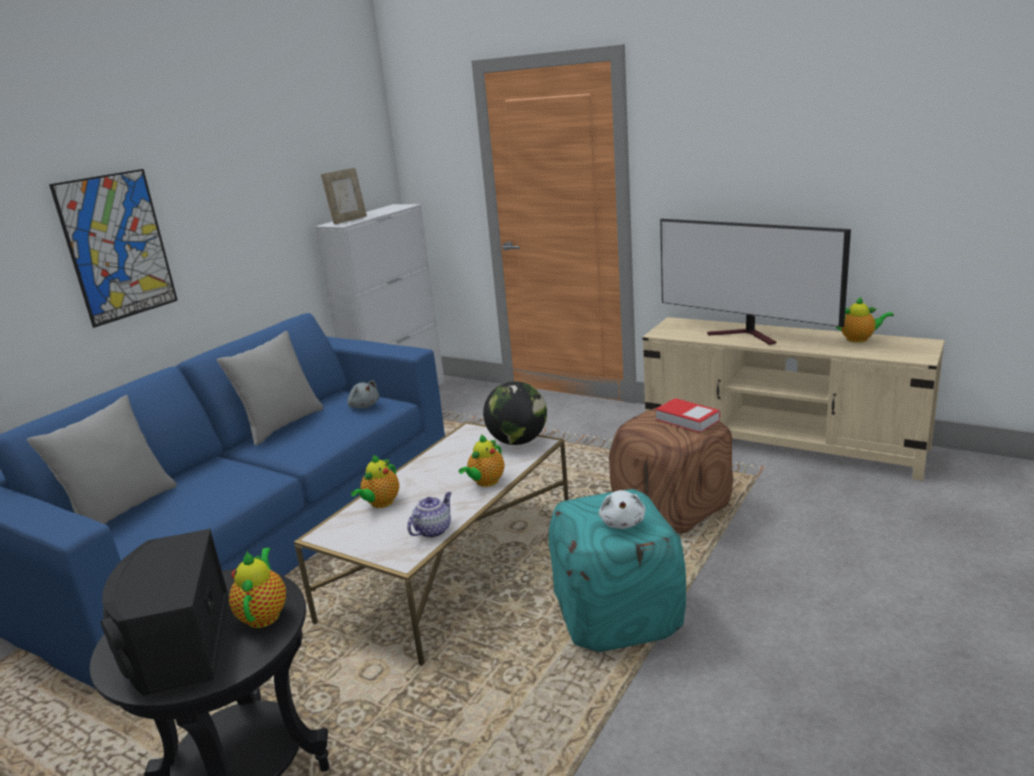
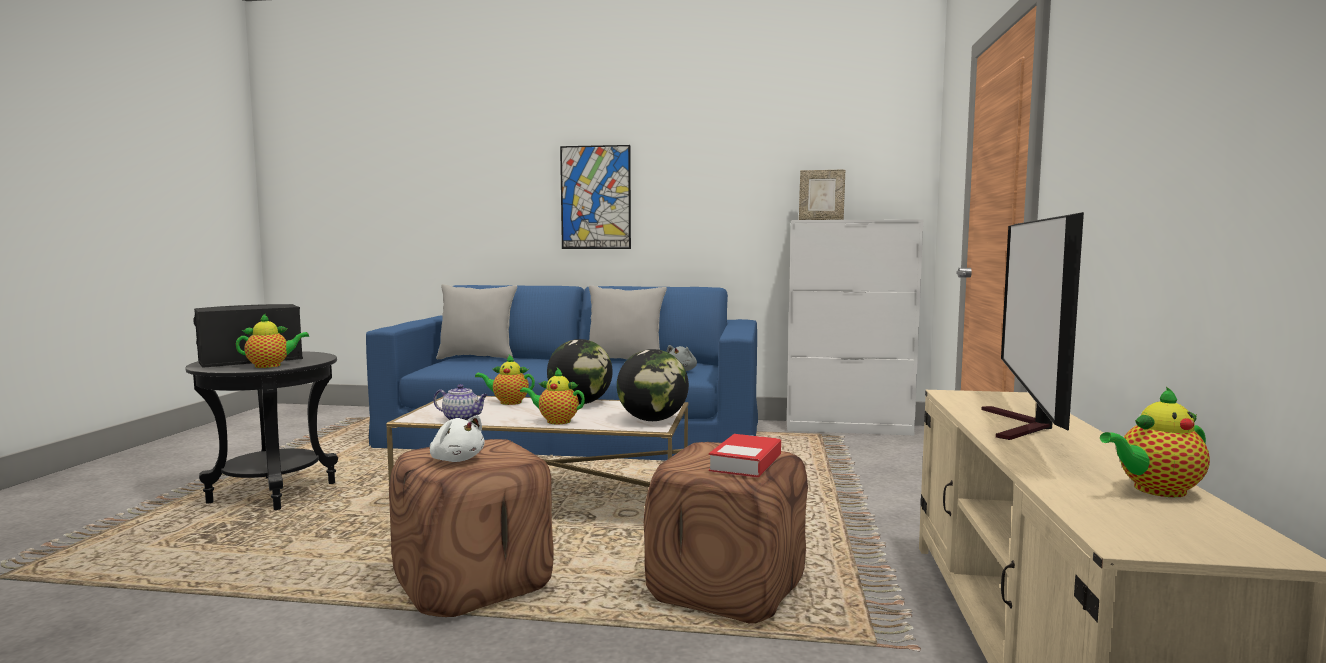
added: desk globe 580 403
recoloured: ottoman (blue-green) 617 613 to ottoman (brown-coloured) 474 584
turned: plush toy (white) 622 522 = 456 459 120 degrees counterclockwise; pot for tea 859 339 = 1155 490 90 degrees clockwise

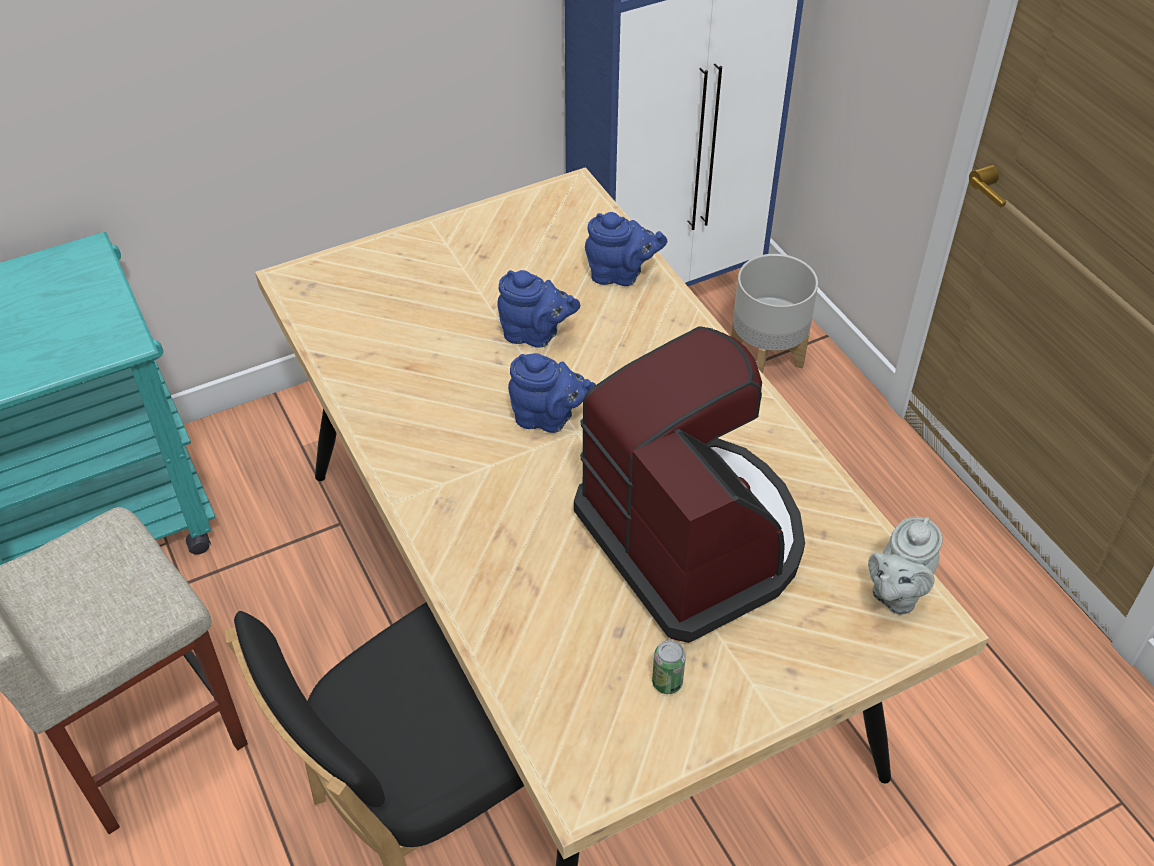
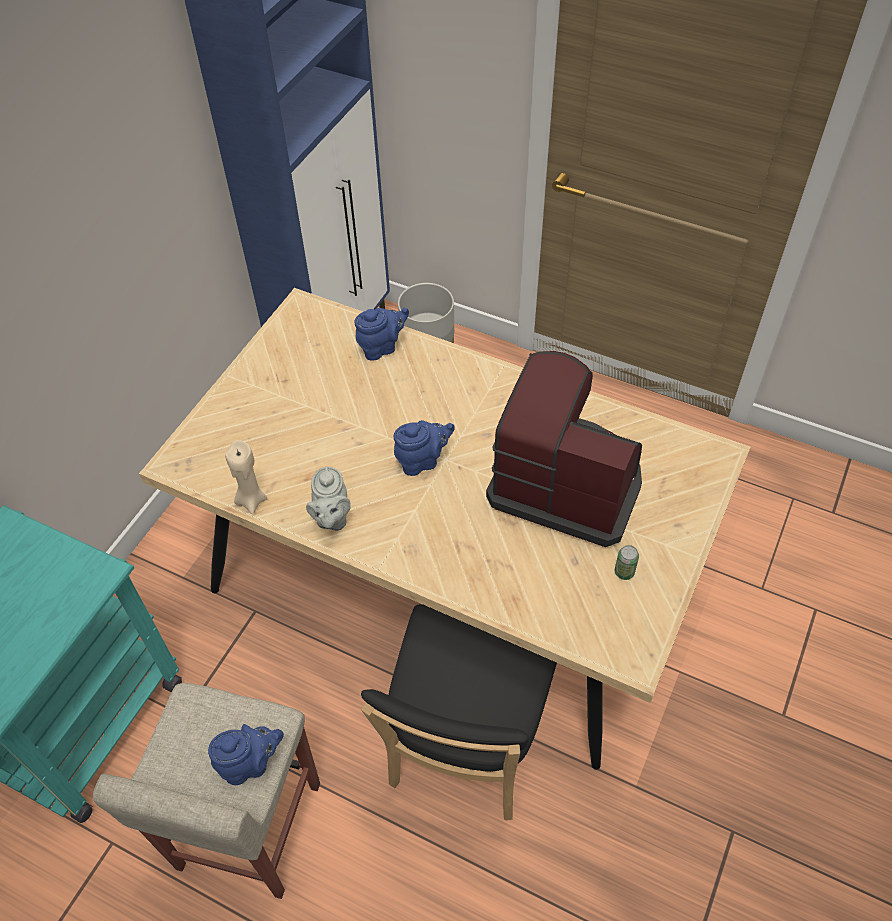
added: wax light (sand-coloured) 251 500
moved: pot for tea (blue) 535 335 to 250 764; pot for tea (gray) 896 593 to 331 518

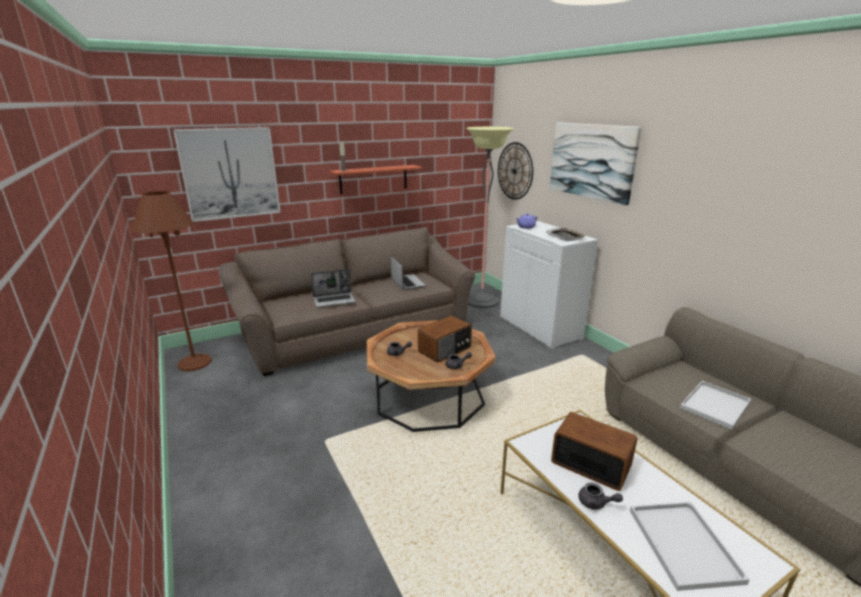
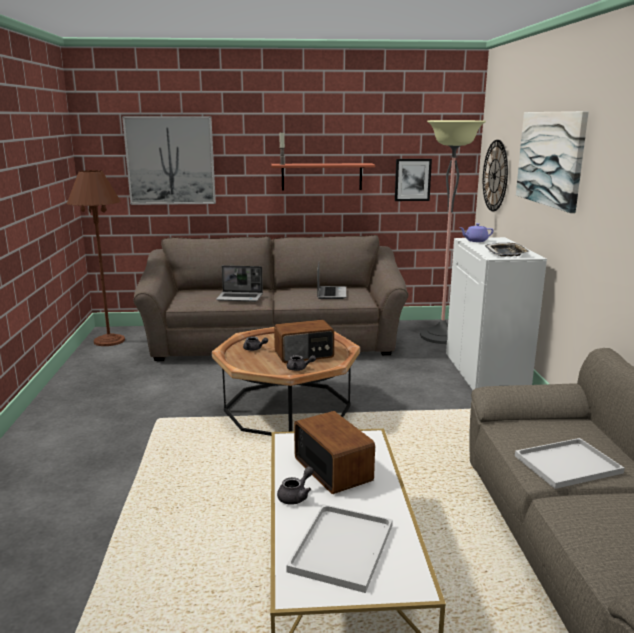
added: picture 412 179
turned: pot for tea (gray) 596 503 = 296 496 105 degrees counterclockwise

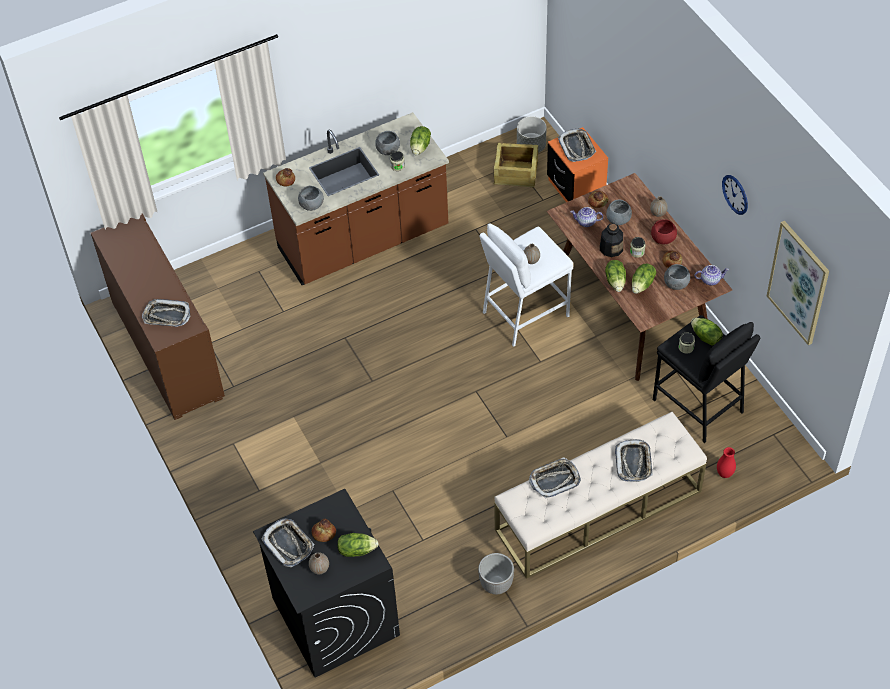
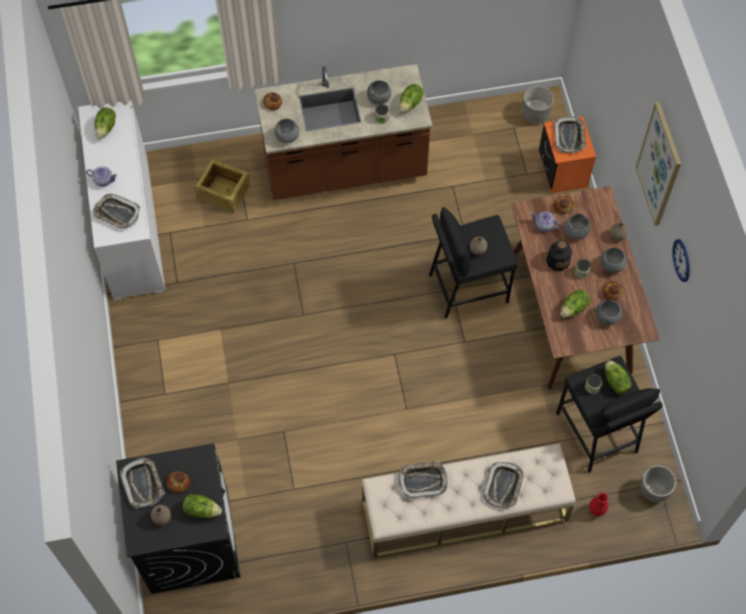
moved: planter 495 584 to 653 490; crate 516 173 to 224 193; lettuce head 616 281 to 106 128; pot for tea 710 279 to 104 180; picture 799 282 to 659 165
recoloured: storage cabinet (brown-coloured) 167 349 to storage cabinet (white) 131 227; stool seat (white) 524 313 to stool seat (black-coloured) 467 287; bowl (reddish) 663 239 to bowl (gray) 611 265

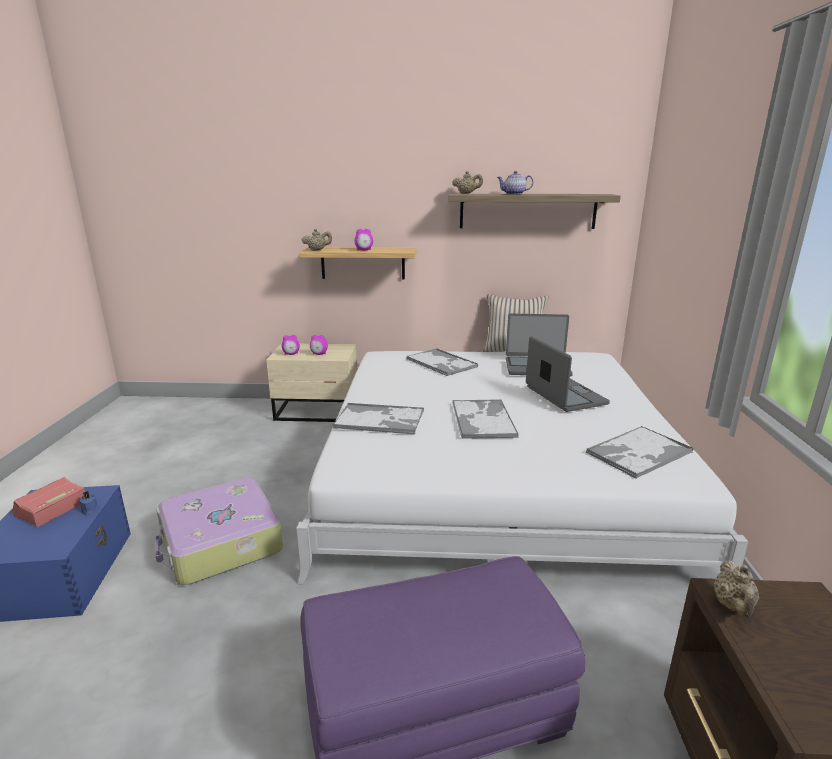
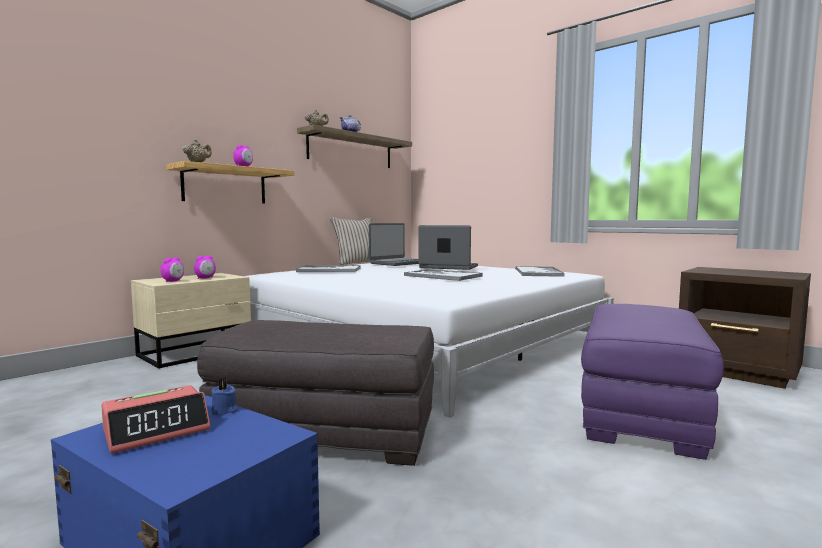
removed: tray 380 419; pot for tea (sand-coloured) 733 606
replaced: travel case 220 543 to ottoman (gray) 328 433
turned: alarm clock 51 508 = 157 430 105 degrees counterclockwise

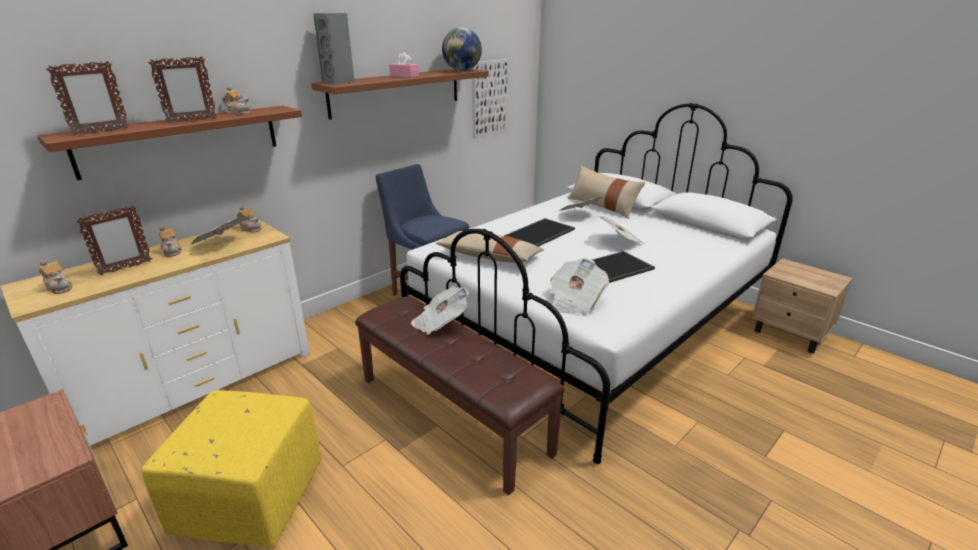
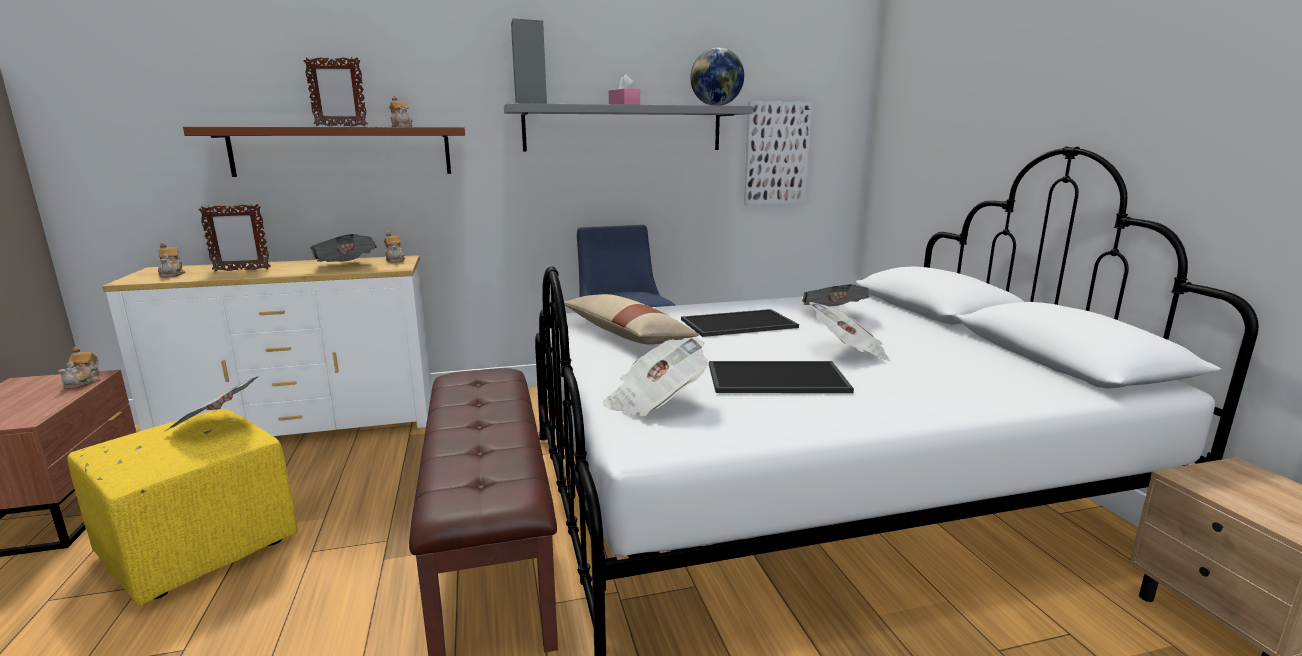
removed: photo frame 101 132; throw pillow (sand-coloured) 602 206
moved: pot for tea 172 251 to 84 382; daily paper 440 323 to 217 424
recoloured: shelf (brown-coloured) 397 92 to shelf (gray) 624 128

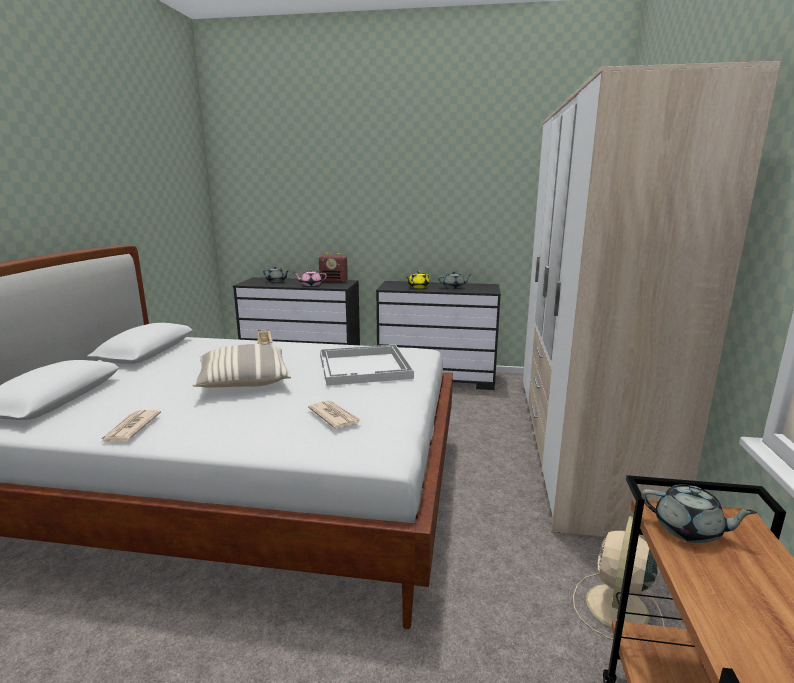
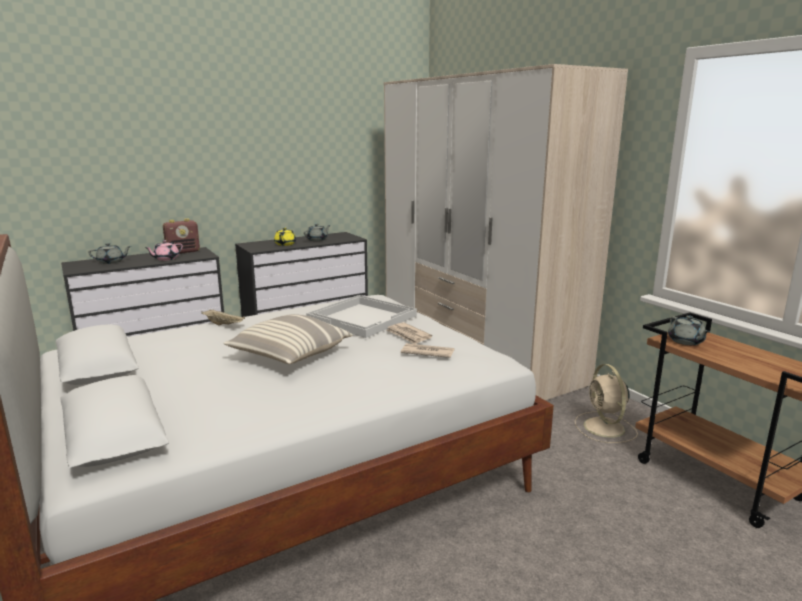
moved: daily paper 130 428 to 408 335
turned: pot for tea (gray) 689 530 = 686 341 90 degrees clockwise

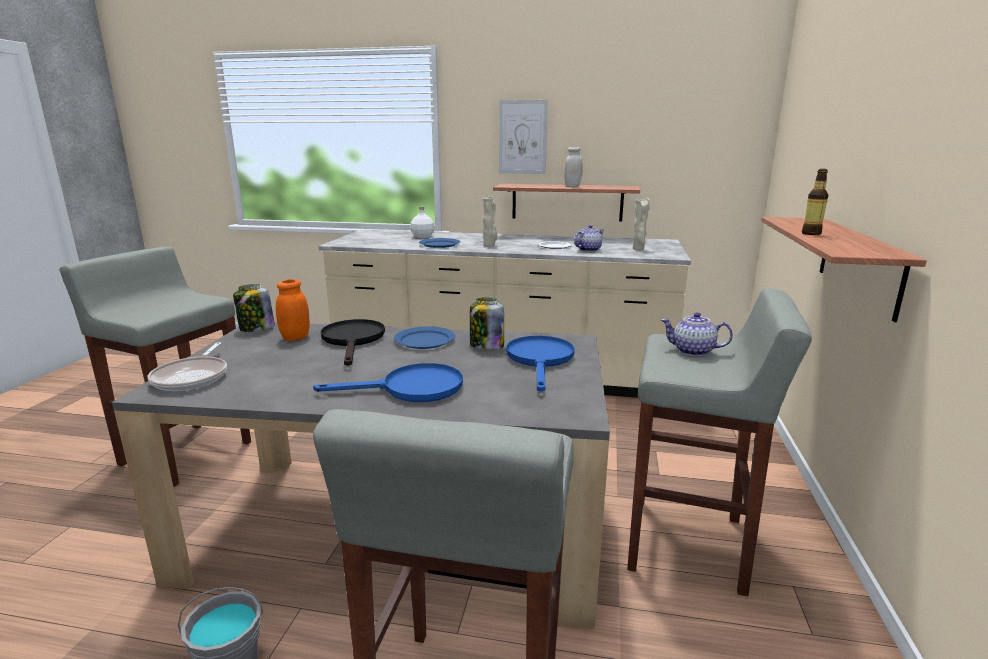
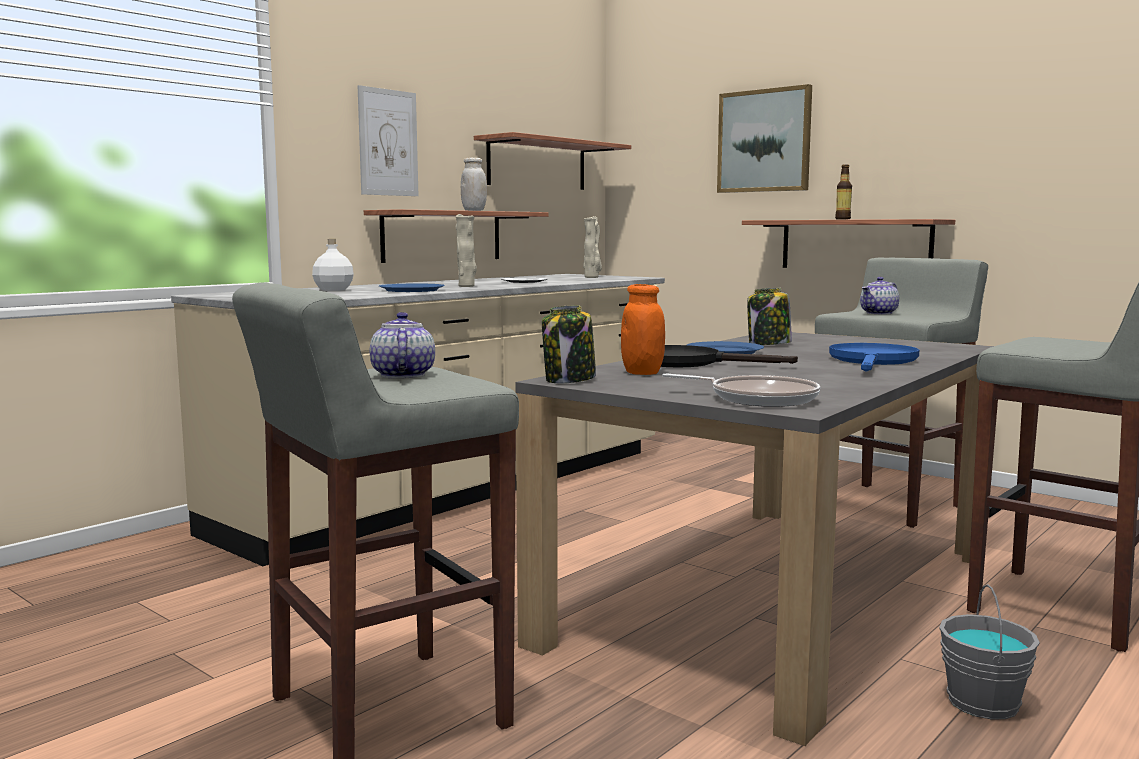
removed: skillet (blue) 540 360
added: shelf 537 164; picture 764 141
moved: pot for tea 588 250 to 402 375

